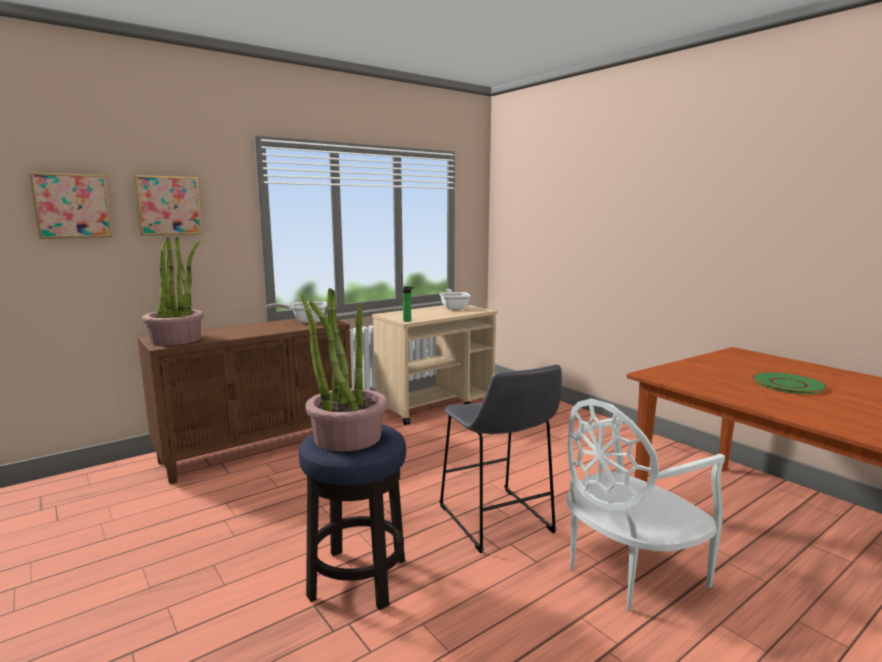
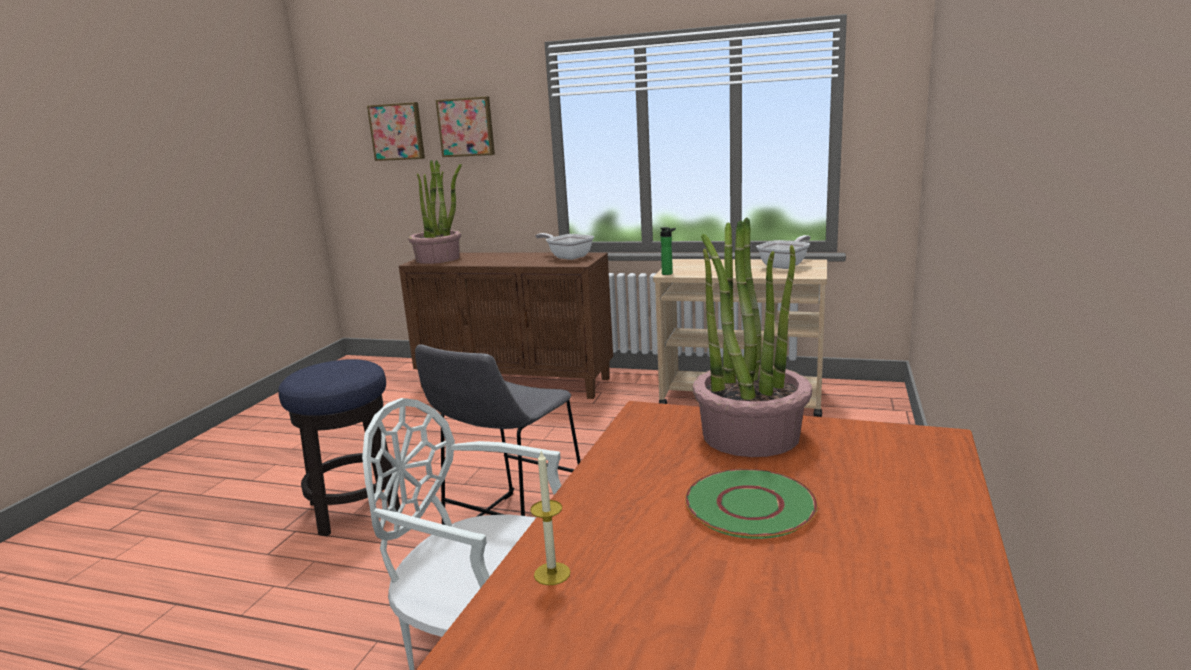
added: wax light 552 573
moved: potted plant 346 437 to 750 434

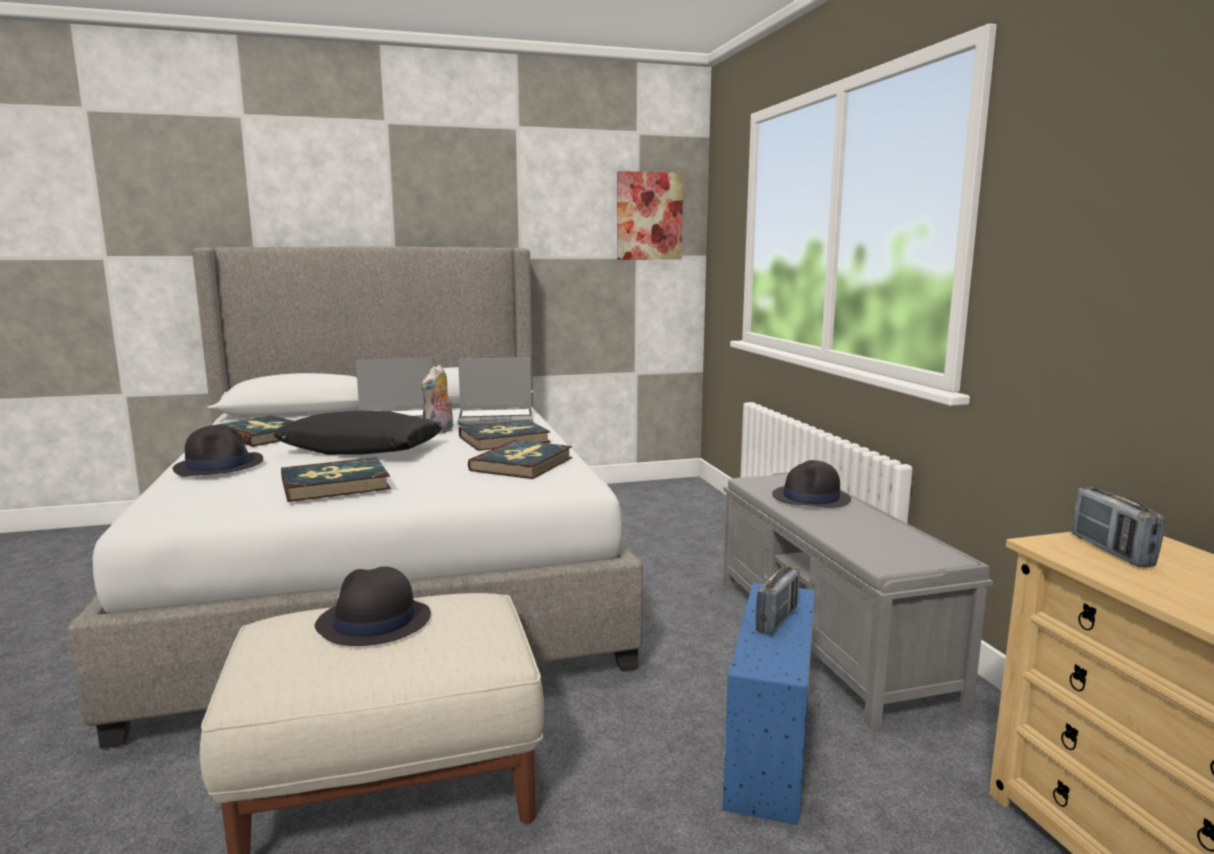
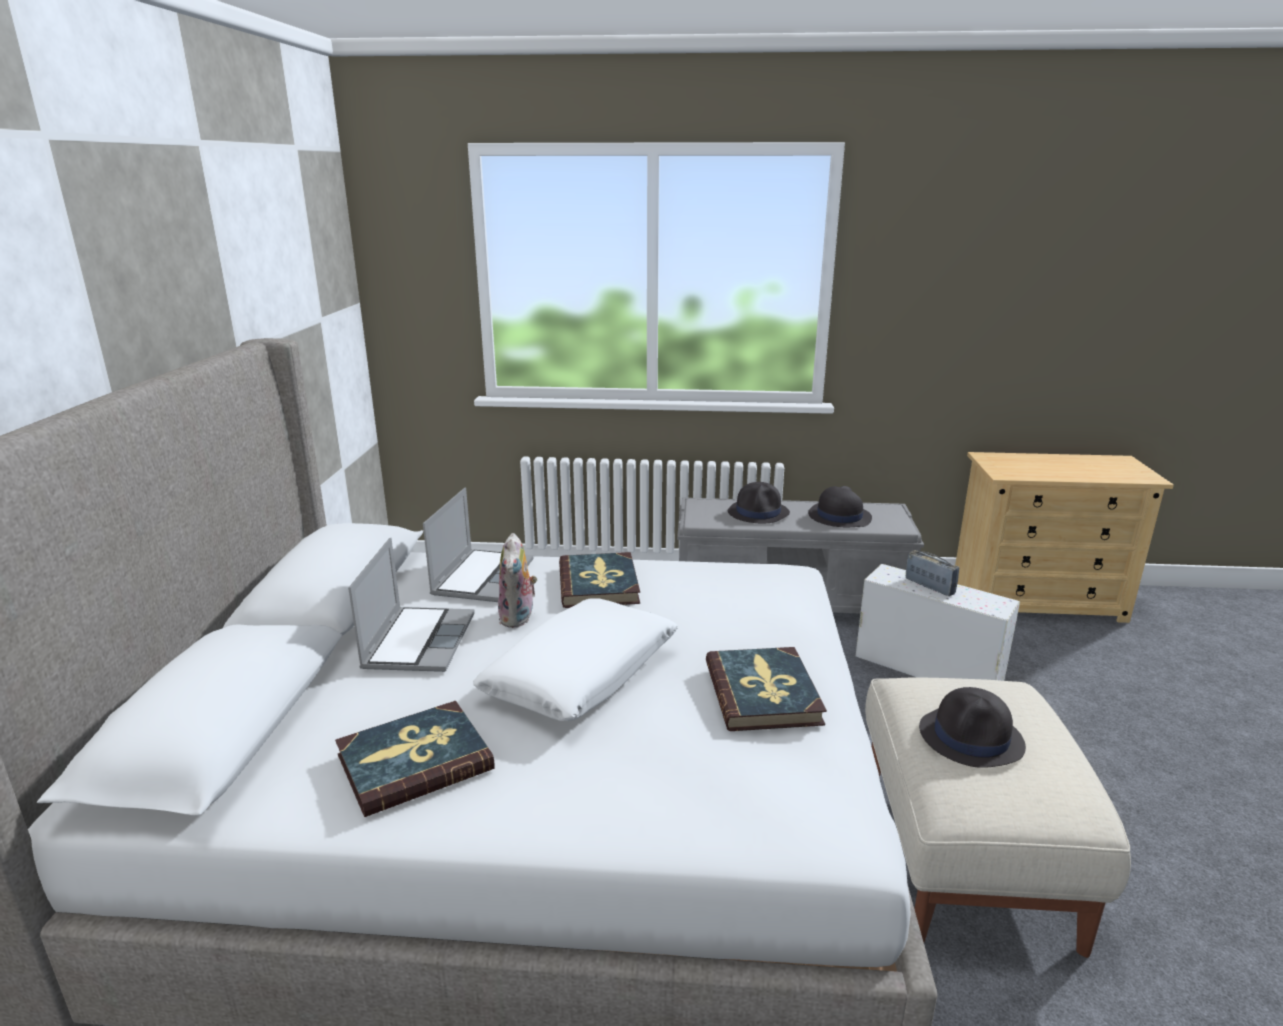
removed: book 522 464; picture 649 216; radio receiver 1111 551
moved: wearable hat (black-coloured) 219 465 to 839 516
recoloured: throw pillow (black-coloured) 361 449 to throw pillow (white) 582 674; storage container (blue) 769 747 to storage container (white) 925 668
turned: plush toy 439 432 = 519 618 45 degrees clockwise

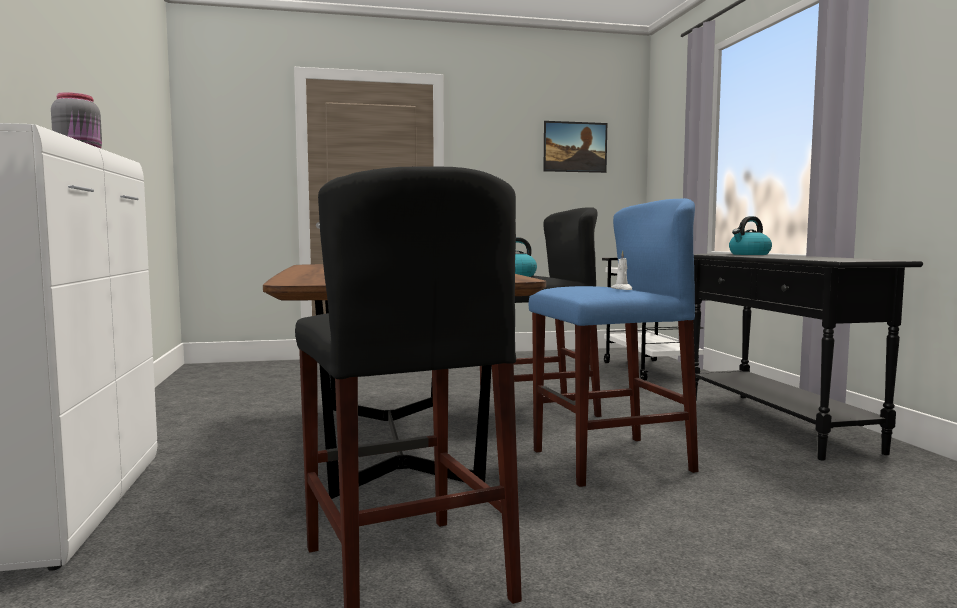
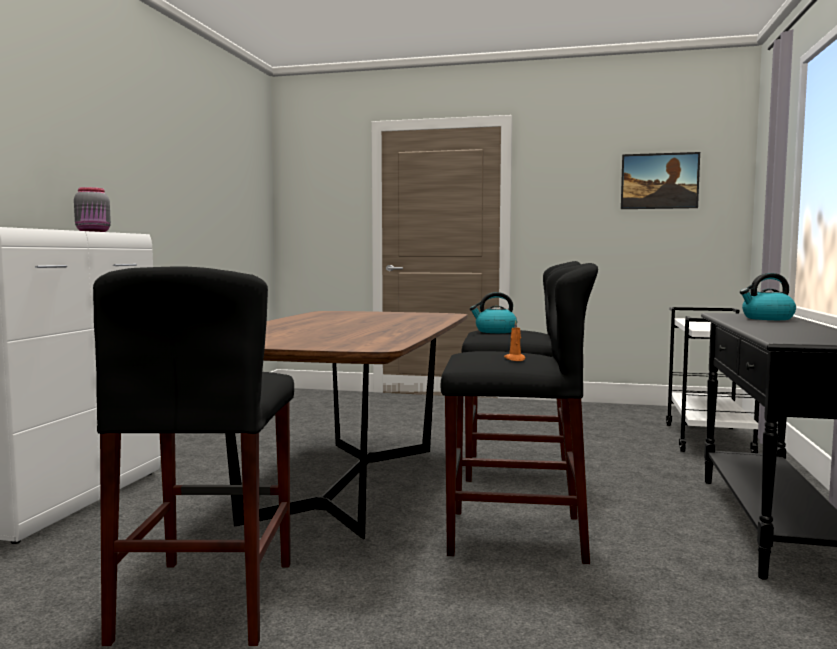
recoloured: stool seat (blue) 610 460 to stool seat (black-coloured) 515 535; wax light (white) 622 289 to wax light (orange) 515 359

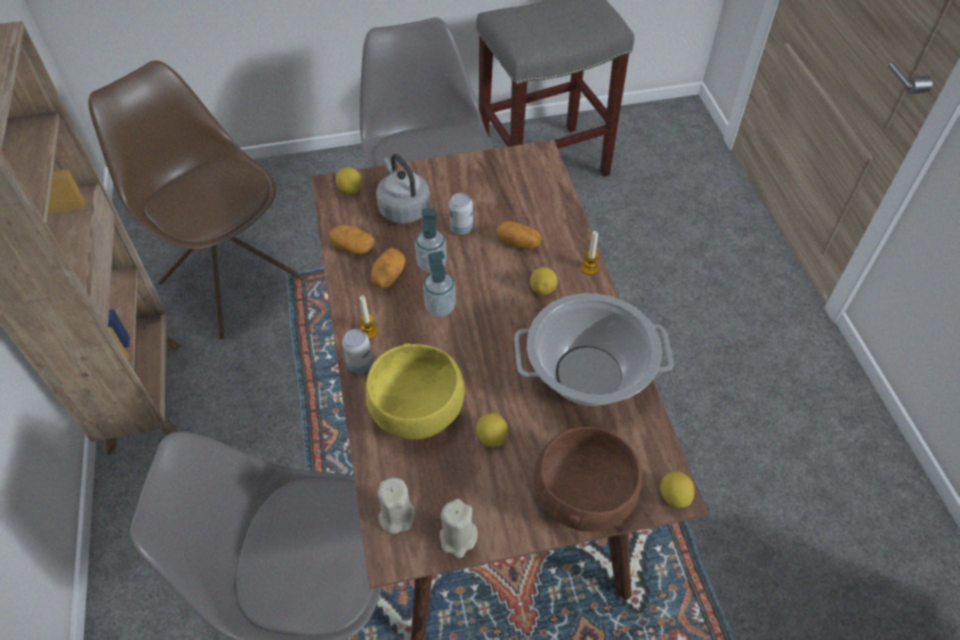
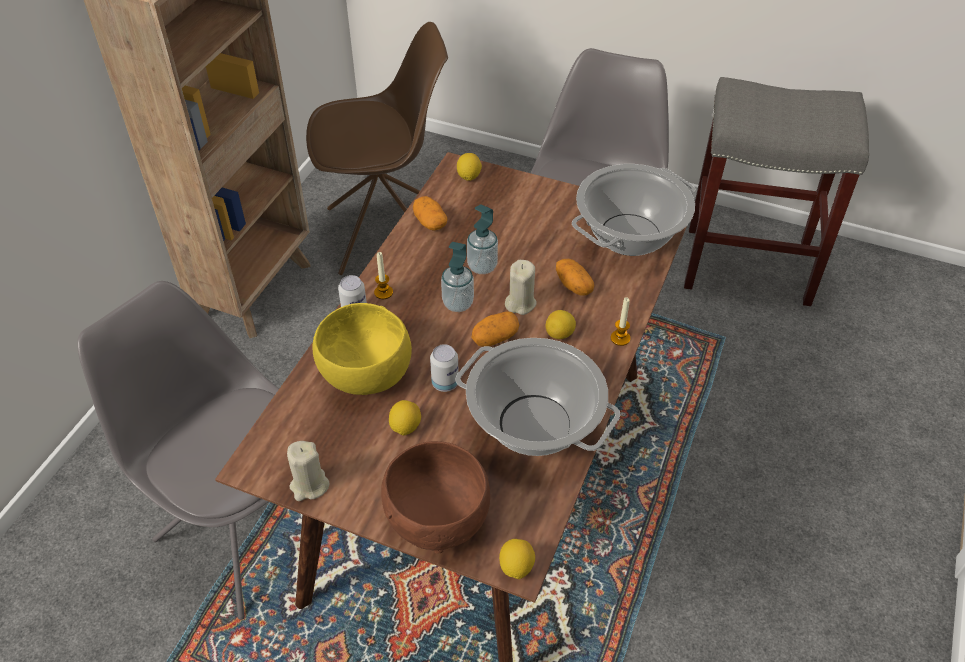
removed: tea kettle (gray) 403 208
added: cooking pot 630 236
moved: potato 388 276 to 495 338; wax light (sand-coloured) 396 516 to 520 303; can 461 228 to 445 383
turned: chair (brown-coloured) 230 279 = 387 233 90 degrees clockwise

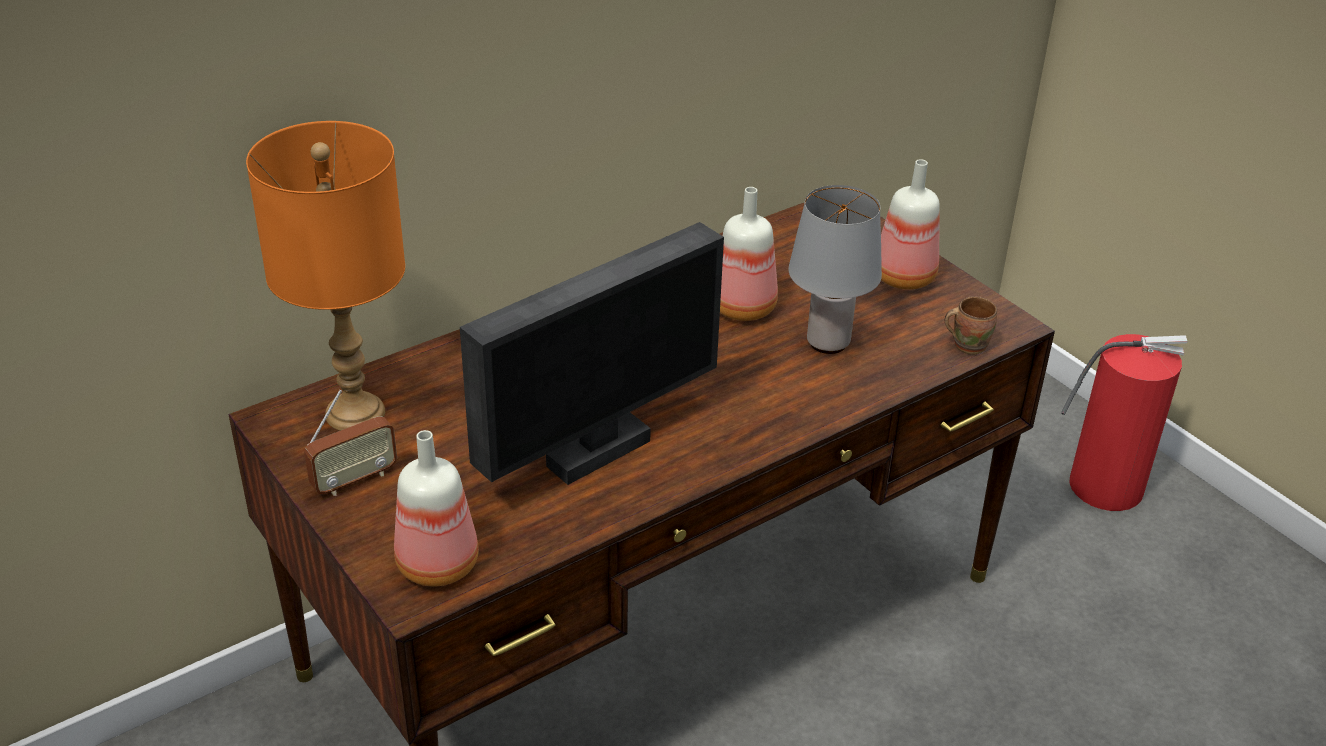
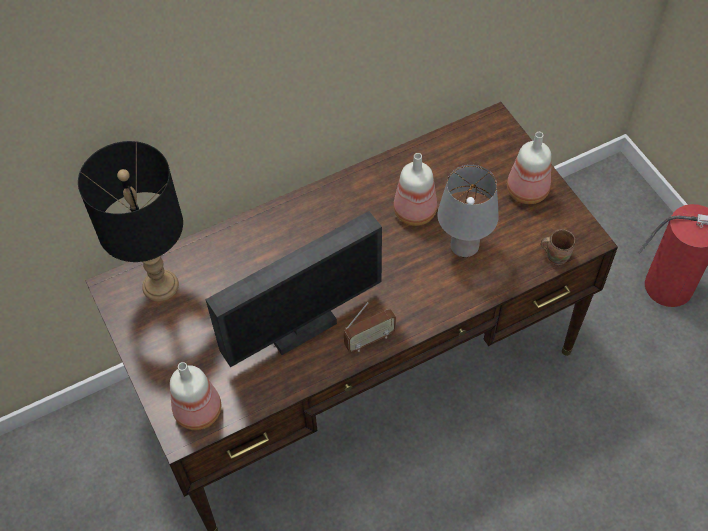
moved: radio receiver 354 480 to 369 340
recoloured: table lamp (orange) 356 412 to table lamp (black-coloured) 161 285

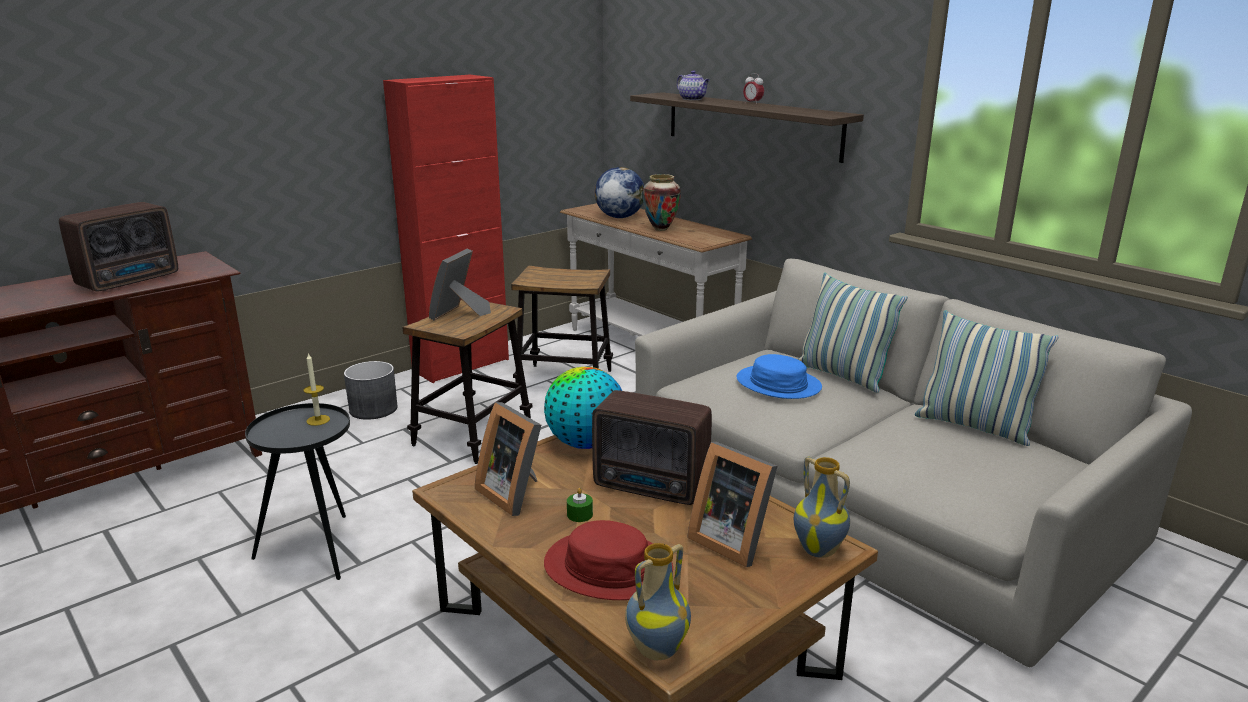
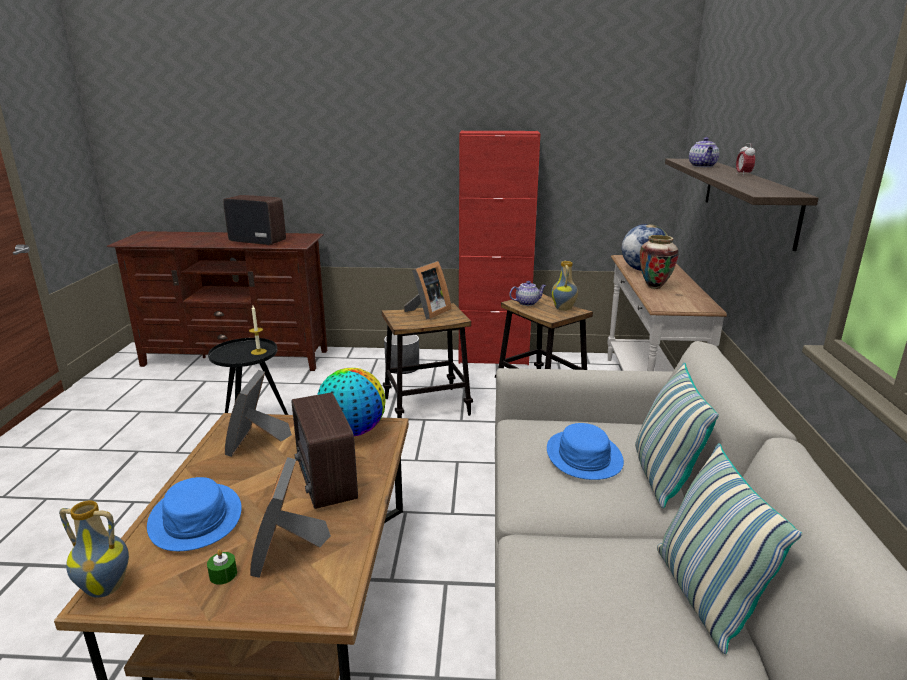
added: pot for tea 527 303
moved: wax light (green-coloured) 579 514 to 223 574; flower vase 819 550 to 564 309
recoloured: wearable hat (reddish) 608 567 to wearable hat (blue) 196 518
turned: radio receiver 131 280 = 257 241 150 degrees counterclockwise; photo frame 459 314 = 428 312 150 degrees clockwise

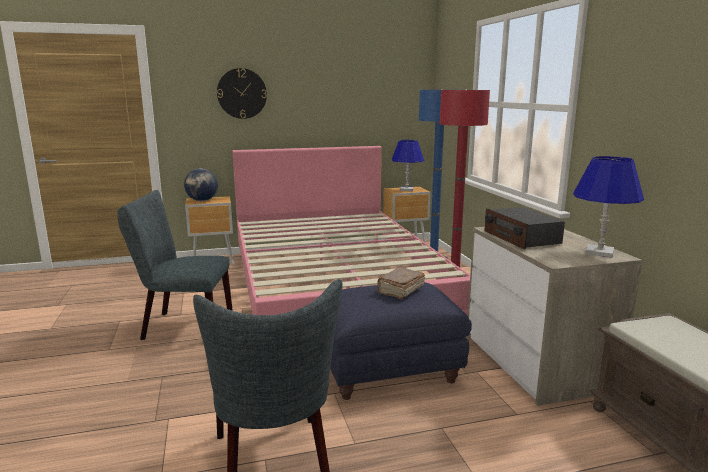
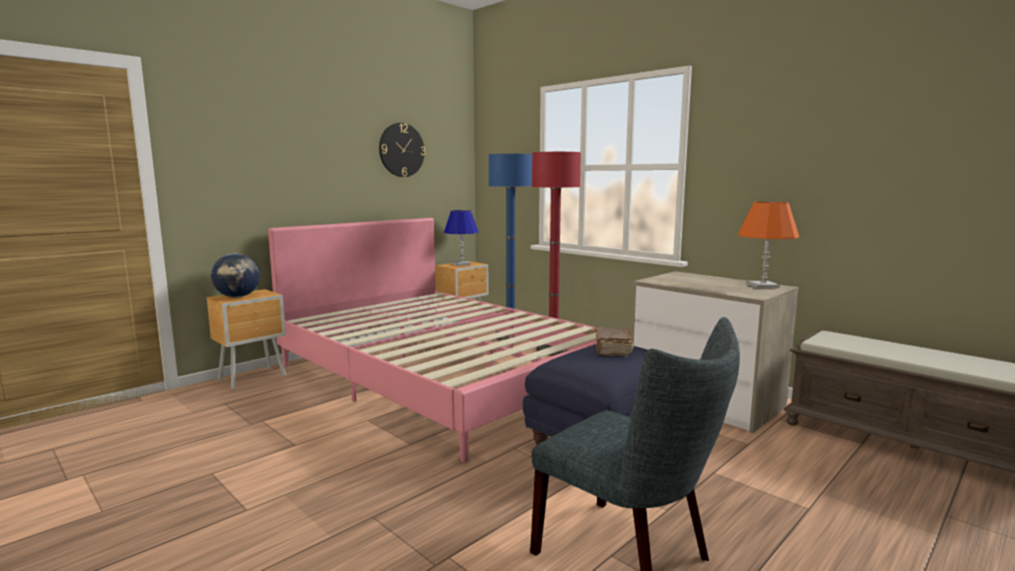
removed: chair (gray) 182 326; radio receiver 521 237
moved: hanging clock 242 93 to 401 150
recoloured: table lamp (blue) 599 252 to table lamp (orange) 763 286

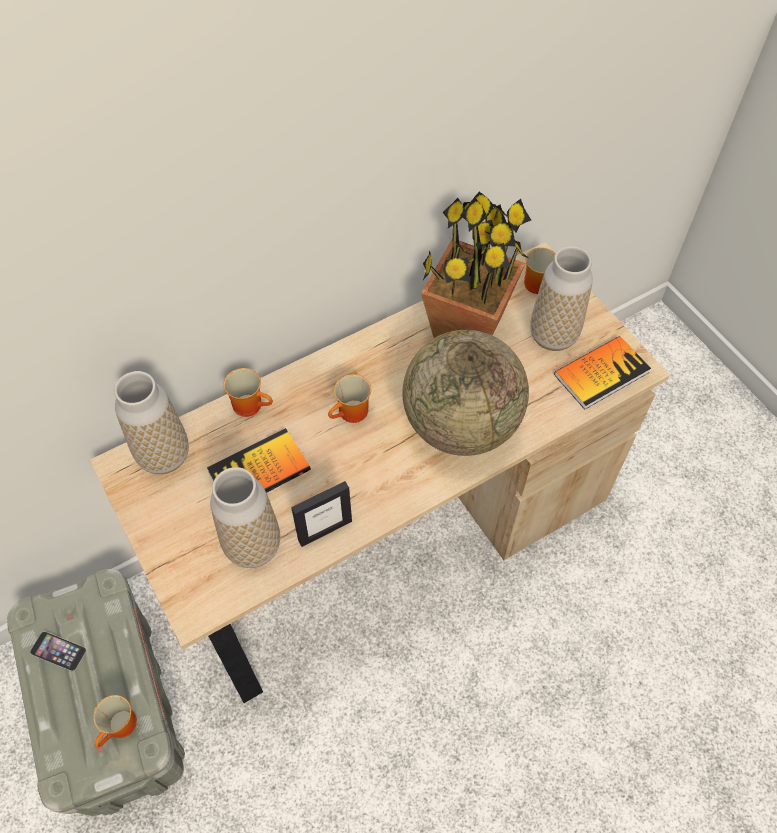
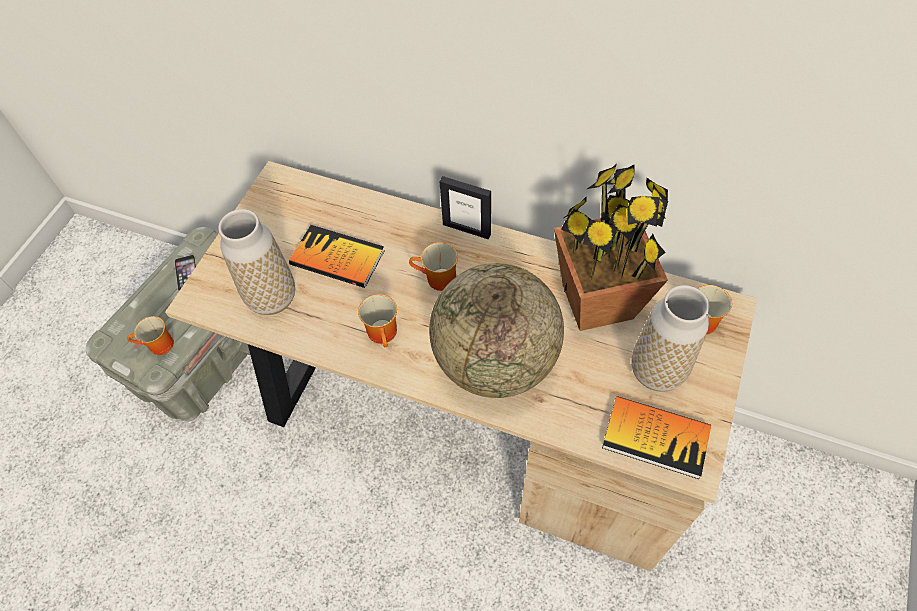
removed: flower vase 164 456
moved: tea mug 251 404 to 385 333; photo frame 325 530 to 467 229

